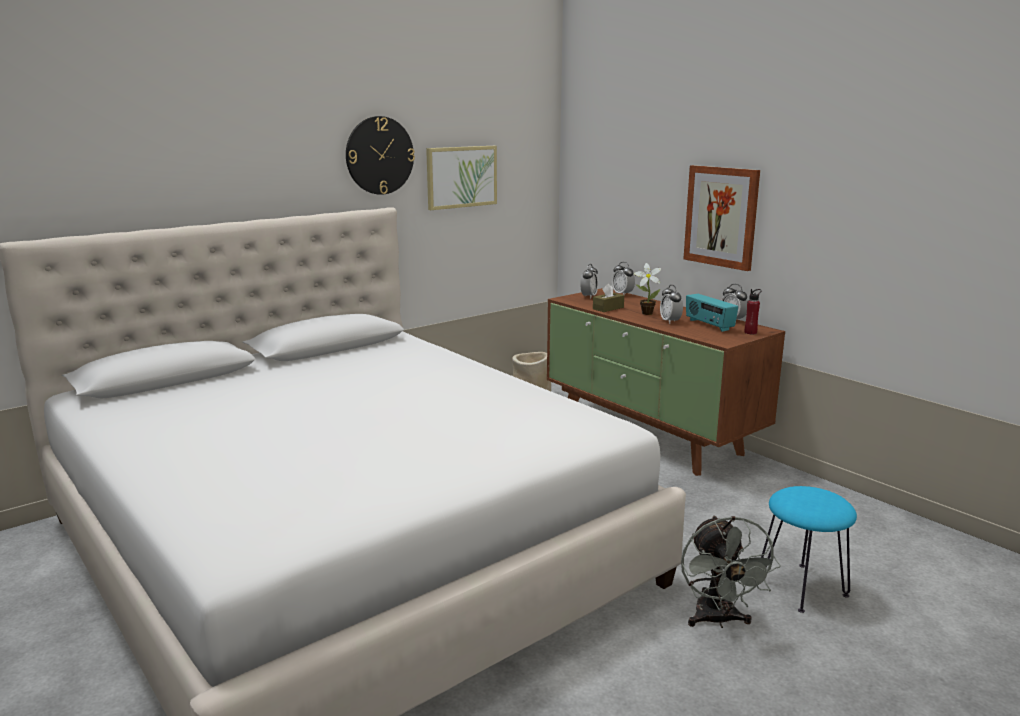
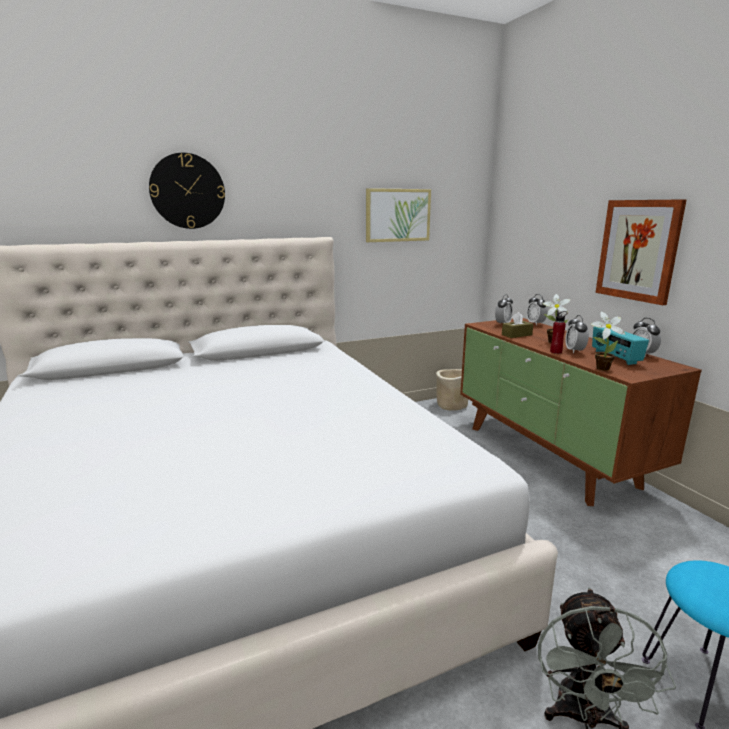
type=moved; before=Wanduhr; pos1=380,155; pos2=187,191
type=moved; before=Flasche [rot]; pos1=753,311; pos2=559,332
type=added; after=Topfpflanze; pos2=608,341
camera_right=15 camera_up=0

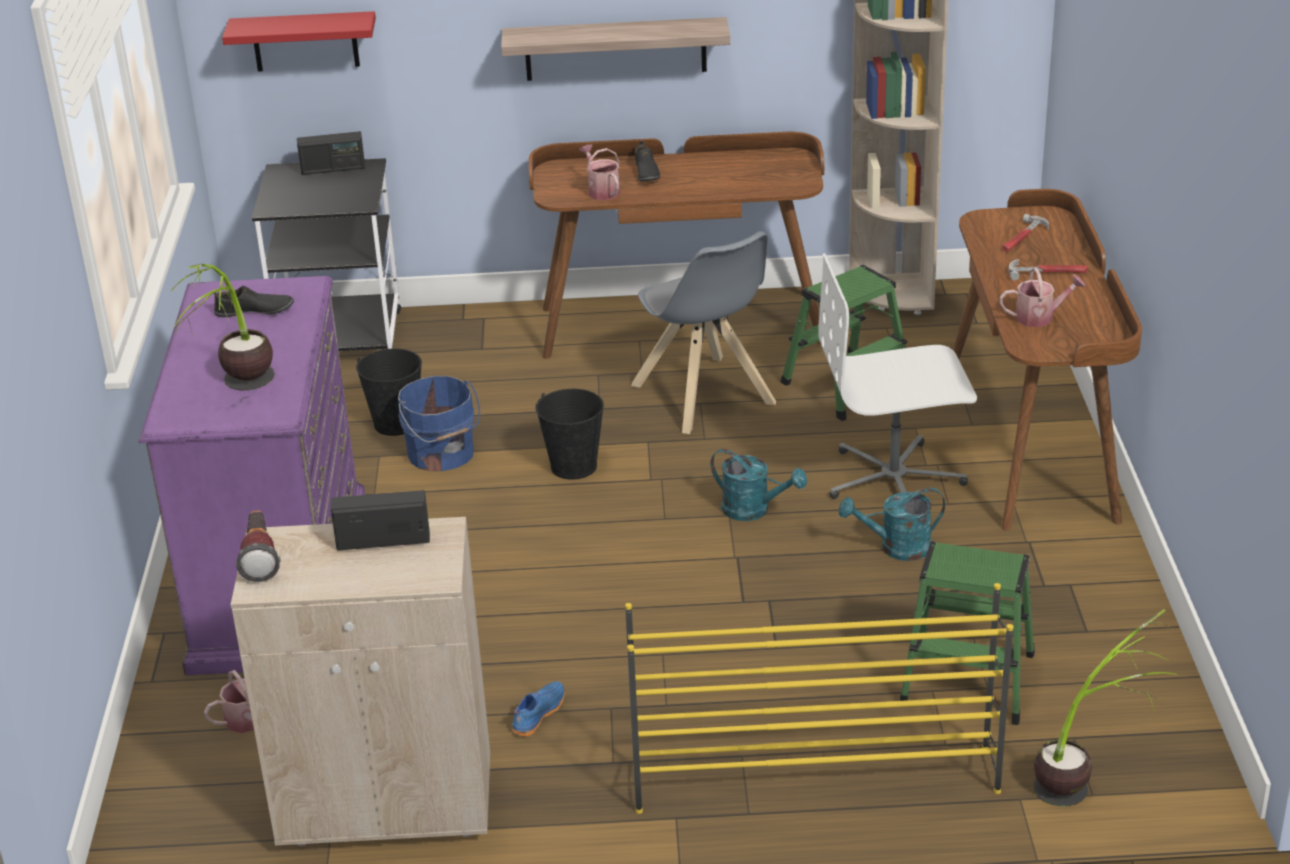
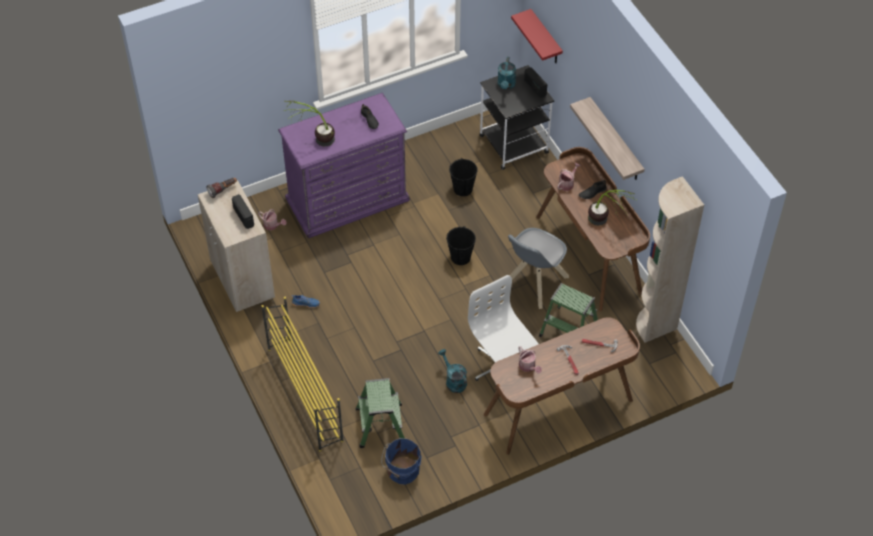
type=moved; before=Eimer [blau]; pos1=439,424; pos2=401,461
type=moved; before=Gießkanne [türkis]; pos1=758,485; pos2=506,73
type=moved; before=Topfpflanze; pos1=1105,708; pos2=612,208
camera_right=65 camera_up=20

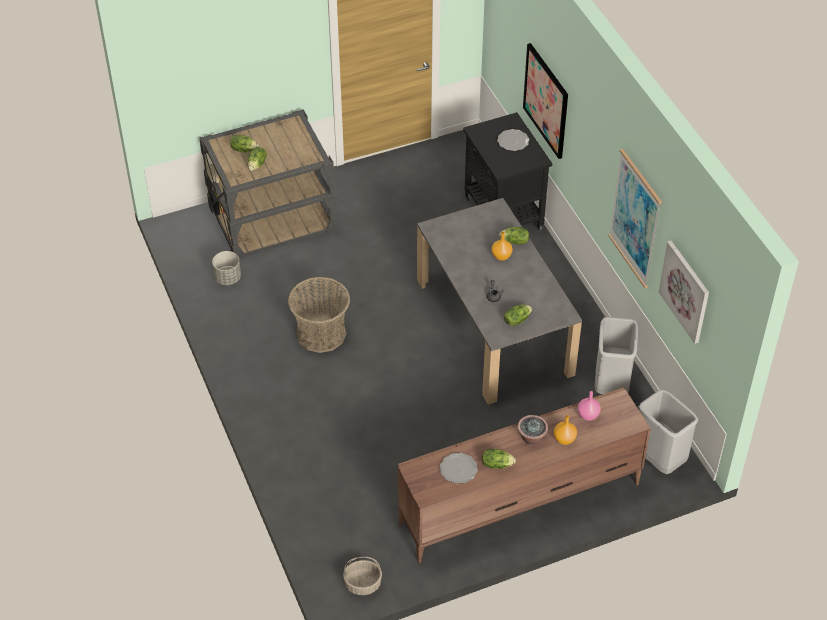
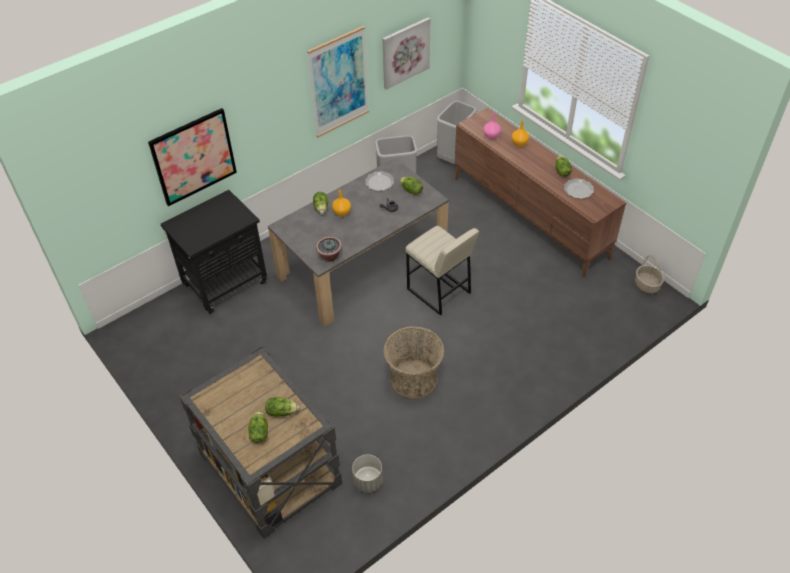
type=moved; before=Teller; pos1=513,140; pos2=379,181
type=moved; before=Topfpflanze; pos1=532,430; pos2=329,249
type=added; after=Stuhl [beige]; pos2=442,271
camera_right=-105 camera_up=0

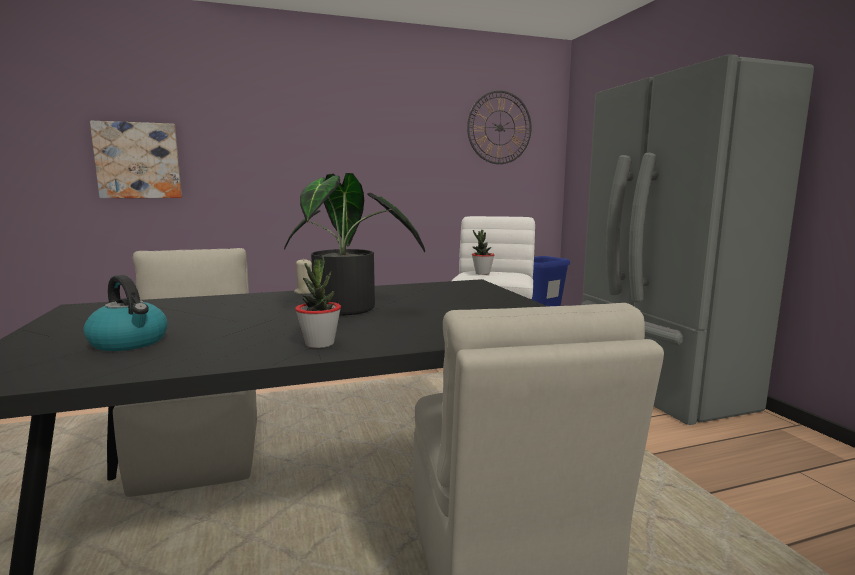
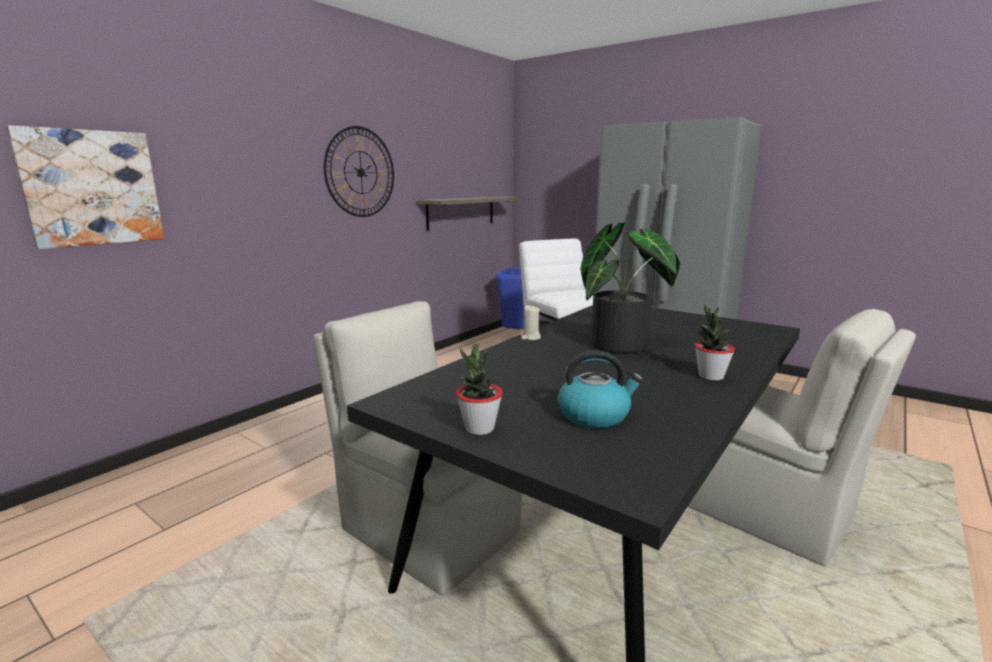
type=moved; before=Wanduhr; pos1=499,127; pos2=359,171
type=moved; before=Topfpflanze; pos1=483,252; pos2=479,389
type=added; after=Wandregal; pos2=469,214
camera_right=-35 camera_up=5

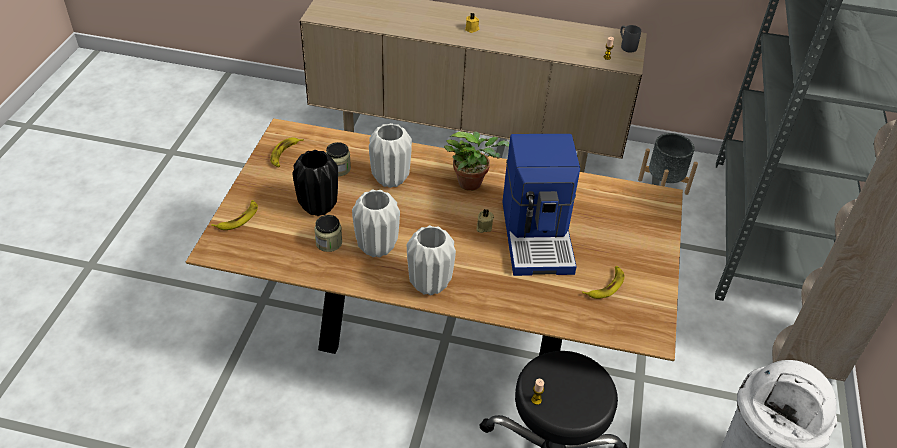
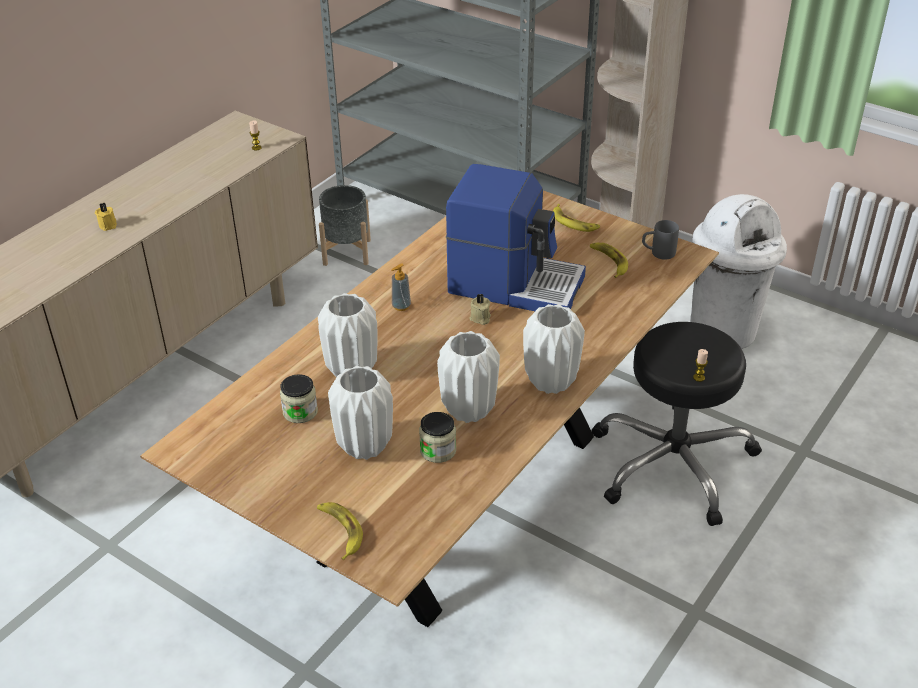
type=moved; before=Henkelbecher [grau]; pos1=630,39; pos2=660,240
type=replaced; before=Topfpflanze; after=Seifenspender; pos1=476,161; pos2=401,287
type=moved; before=Banane; pos1=287,152; pos2=576,218
type=recoloured; before=Vase [schwarz]; after=Vase [weiß]; pos1=315,183; pos2=360,413
camera_right=-65 camera_up=-5

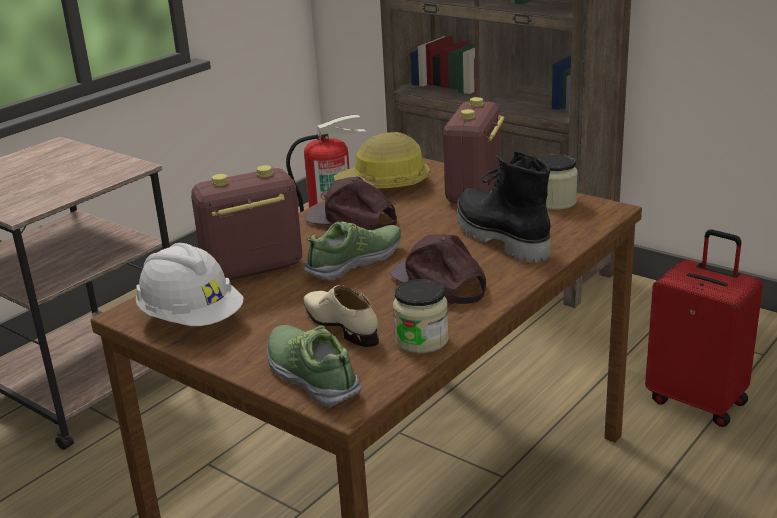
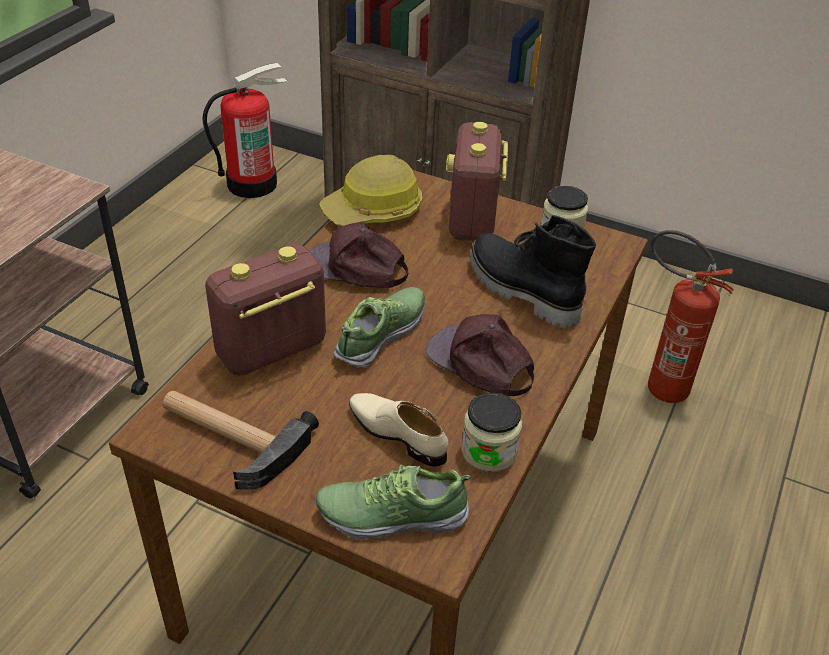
type=replaced; before=Koffer [rot]; after=Feuerlöscher; pos1=704,328; pos2=691,316
type=replaced; before=Schutzhelm [weiß]; after=Hammer; pos1=189,284; pos2=241,440
type=turned; before=Schuh; pos1=314,366; pos2=393,501; turn=-45
camera_right=-15 camera_up=15

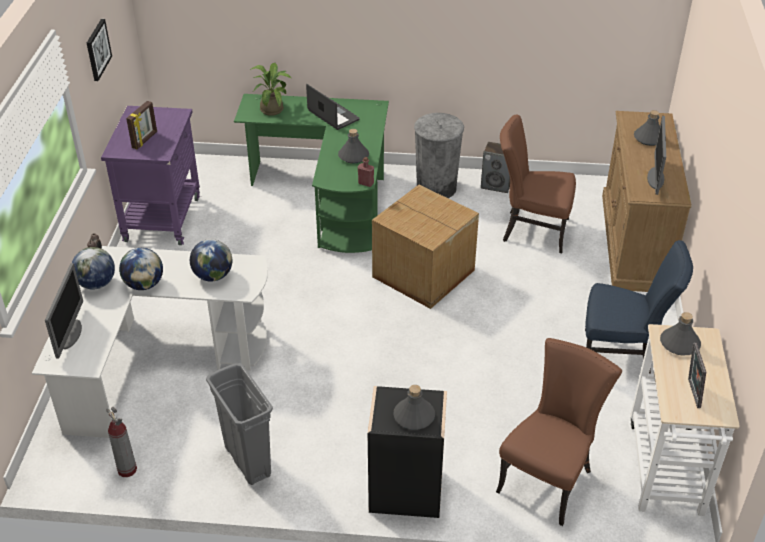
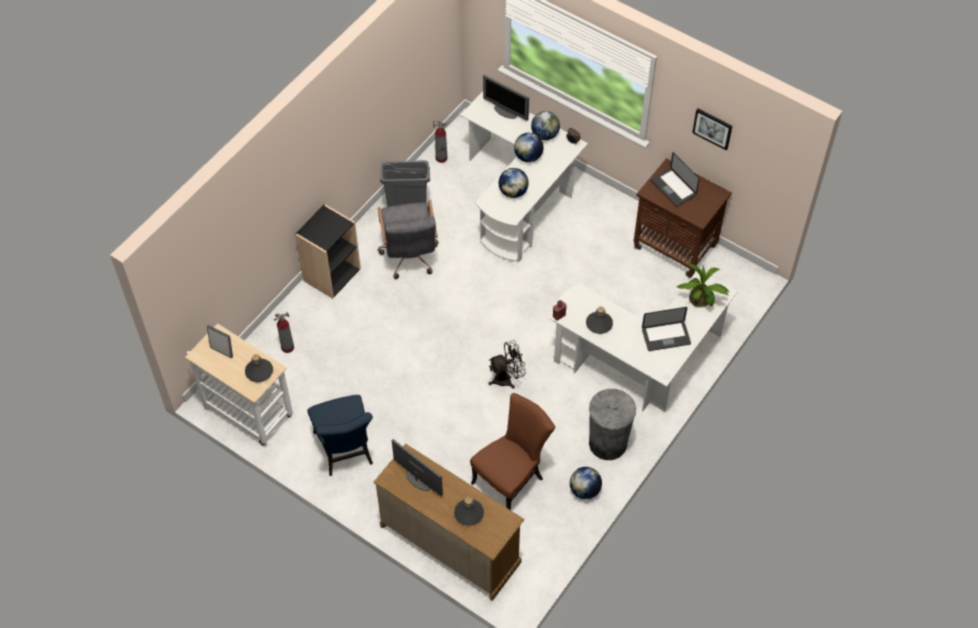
type=recoloured; before=Schreibtisch [grün]; after=Schreibtisch [weiß]; pos1=311,173; pos2=644,341
type=replaced; before=Bilderrahmen; after=Laptop; pos1=141,125; pos2=675,179
type=recoloured; before=Rollwagen [lila]; after=Rollwagen [braun]; pos1=151,175; pos2=683,218
type=replaced; before=Lautsprecher; after=Globus; pos1=495,167; pos2=586,483
type=replaced; before=Karton; after=Ventilator [schwarz]; pos1=425,247; pos2=507,364
type=turned; before=Stuhl [blau]; pos1=639,307; pos2=340,435; turn=-60
type=replaced; before=Stuhl [braun]; after=Feuerlöscher; pos1=559,432; pos2=284,332
type=removed; before=Flasche [grau]; pos1=414,407
type=added; after=Bürostuhl [grau]; pos2=408,239
camera_right=120 camera_up=15

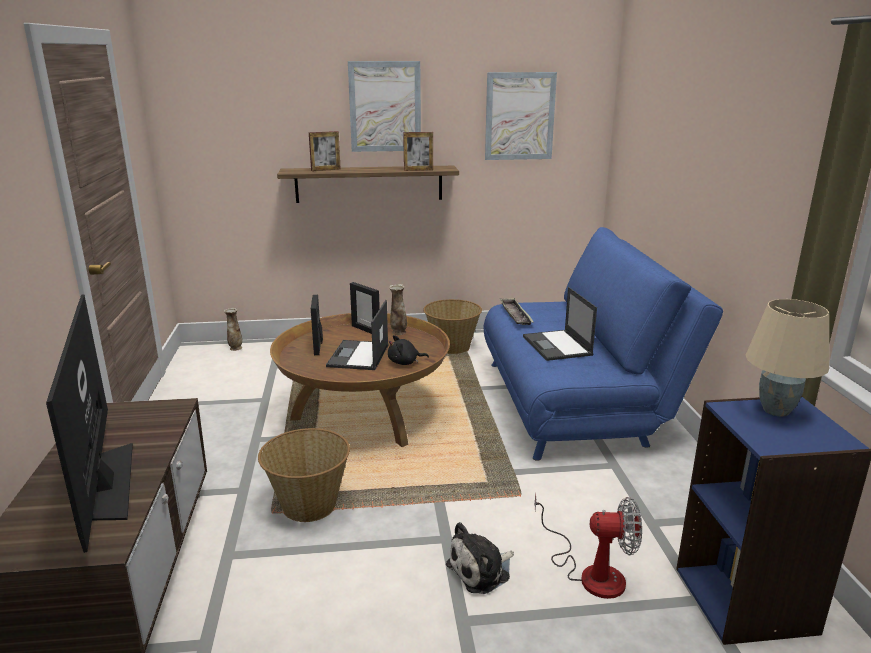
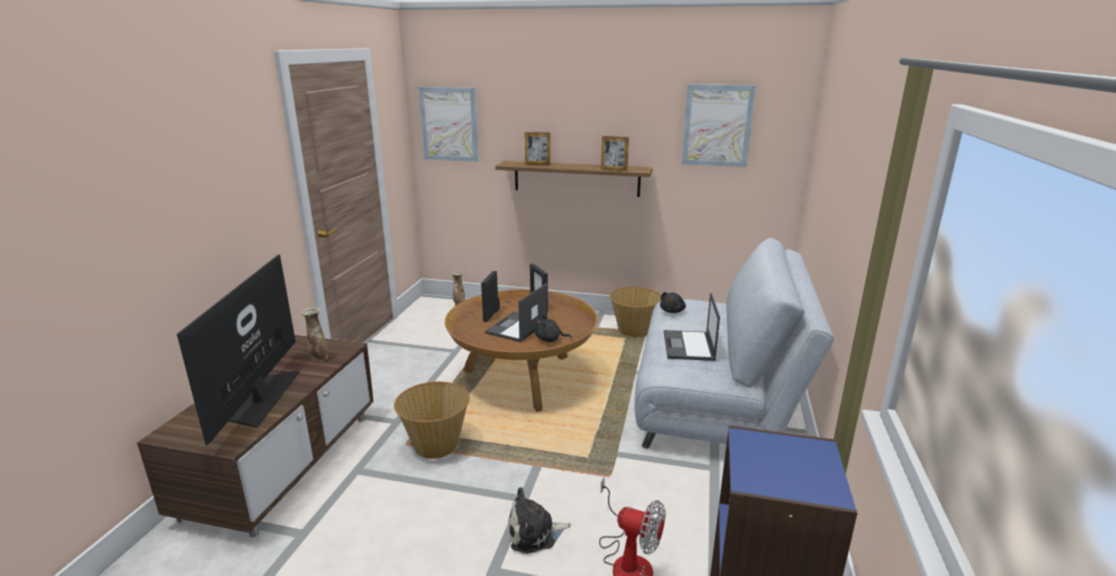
type=moved; before=Bild; pos1=384,106; pos2=448,124
type=recoloured; before=Sofa [blau]; after=Sofa [grau]; pos1=603,344; pos2=734,343
type=moved; before=Vase; pos1=398,309; pos2=314,335
type=replaced; before=Tablett; after=Plüschtier [schwarz]; pos1=516,311; pos2=673,302
type=removed; before=Tischlampe [beige]; pos1=787,357
camera_right=20 camera_up=0

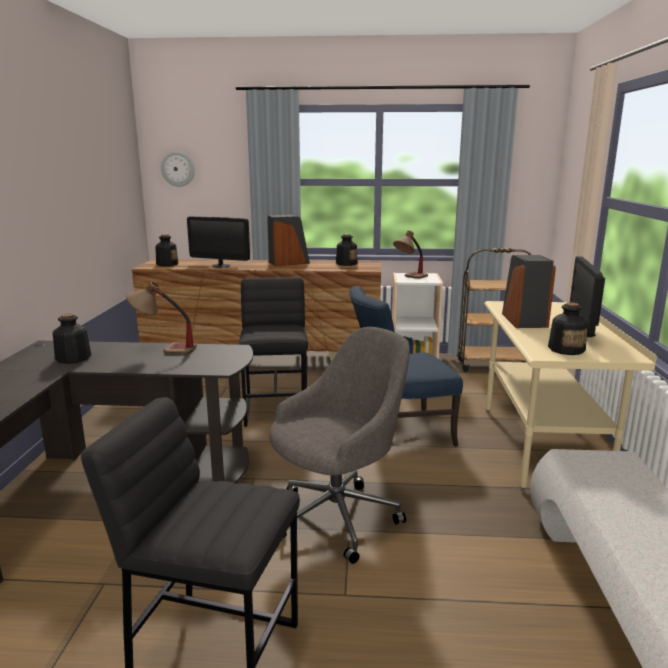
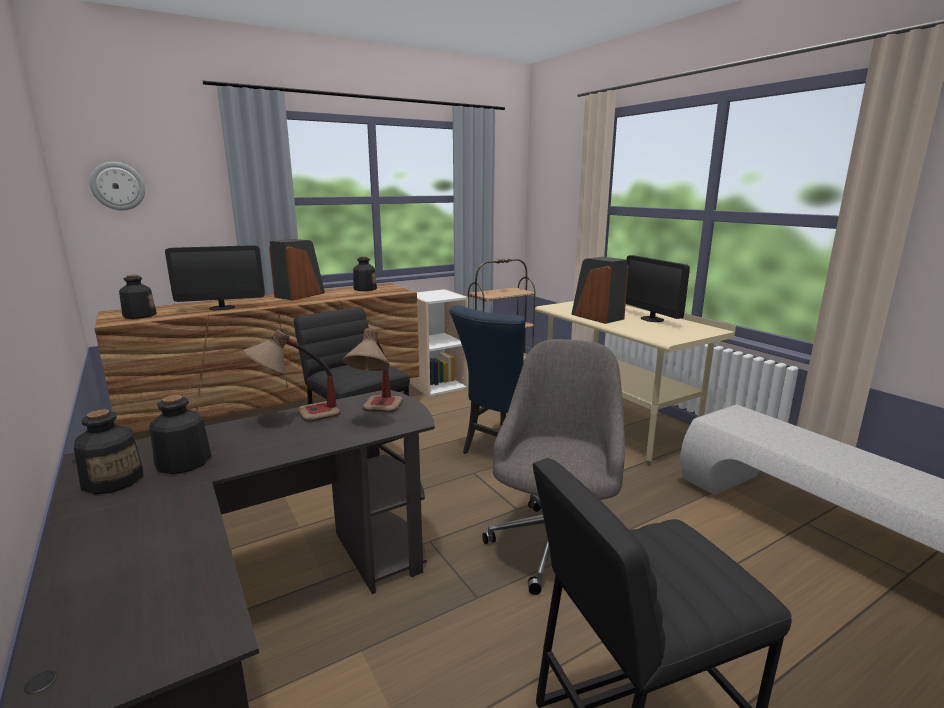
type=moved; before=Tischlampe; pos1=410,254; pos2=373,370
type=moved; before=Flasche; pos1=568,328; pos2=108,452
camera_right=-35 camera_up=0

